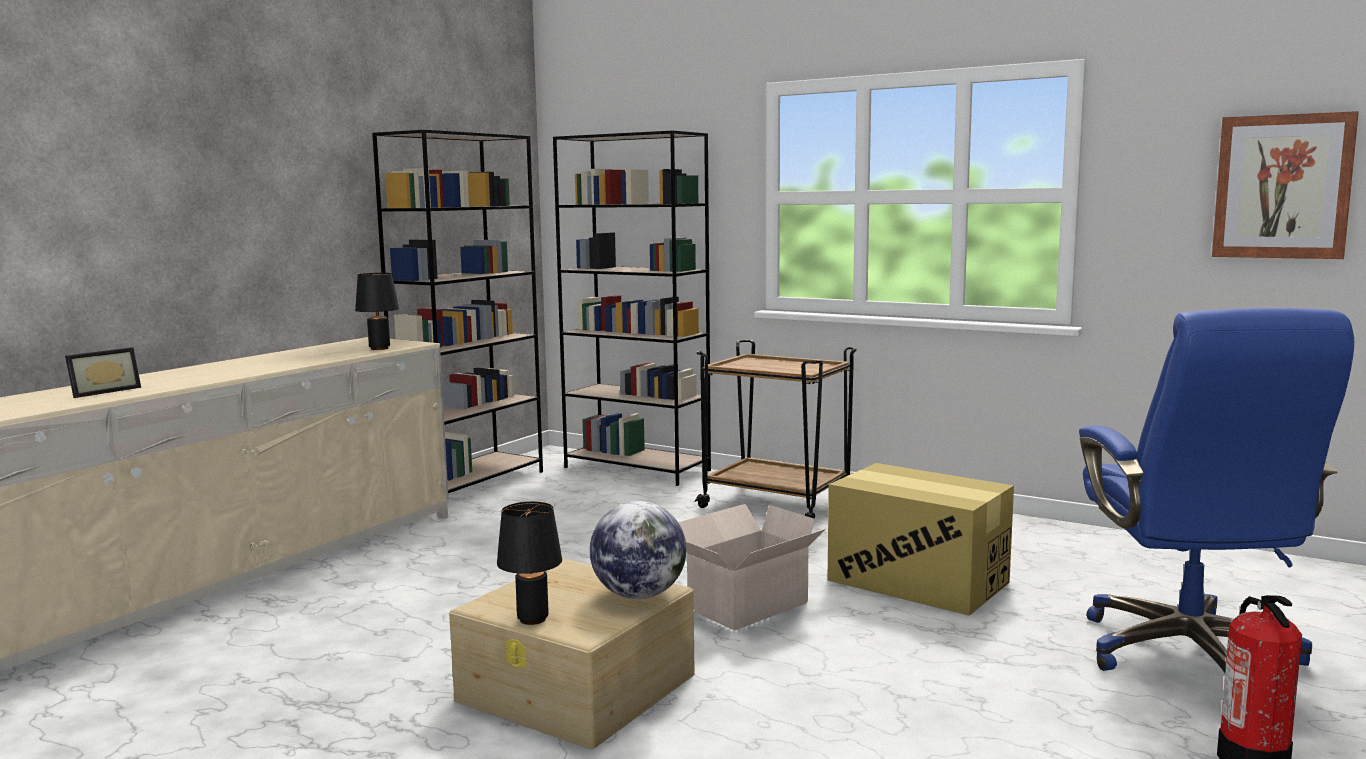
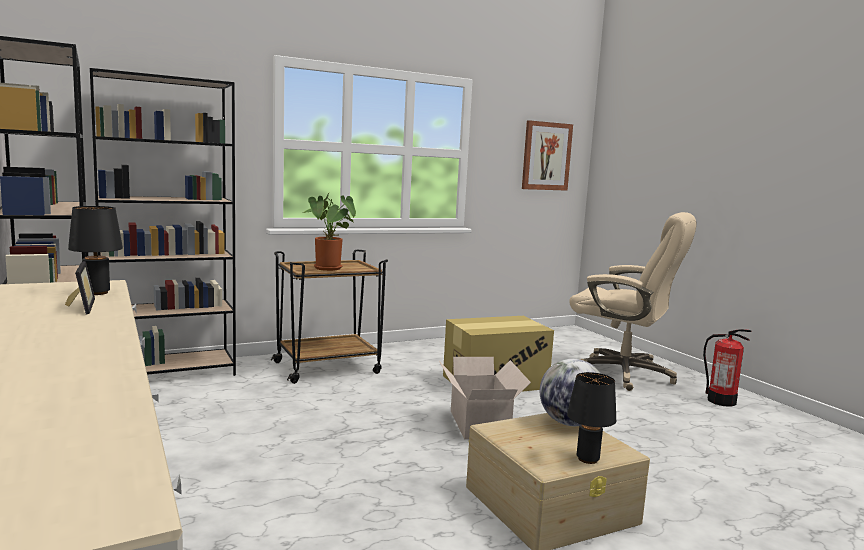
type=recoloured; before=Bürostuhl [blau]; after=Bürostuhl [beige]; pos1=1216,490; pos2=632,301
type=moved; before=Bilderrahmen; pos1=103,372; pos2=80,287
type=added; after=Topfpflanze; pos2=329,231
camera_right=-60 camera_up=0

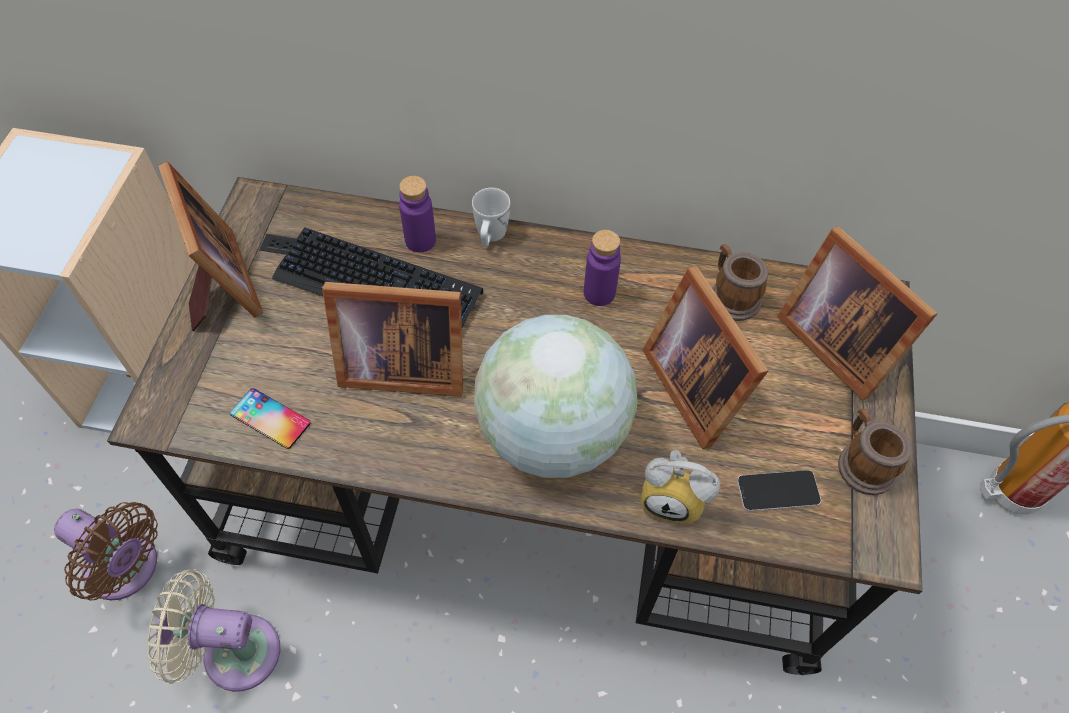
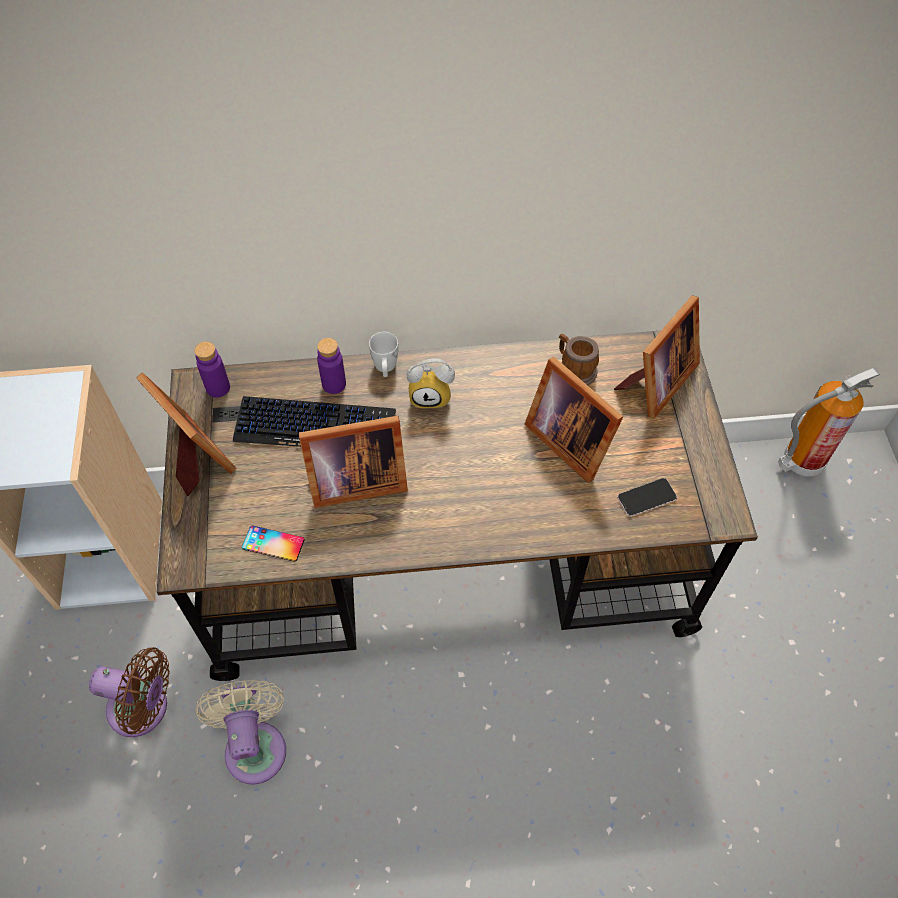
type=turned; before=Bilderrahmen; pos1=857,313; pos2=657,357; turn=-90
type=moved; before=Flasche [lila]; pos1=602,268; pos2=212,369
type=removed; before=Globus; pos1=555,396
type=removed; before=Henkelbecher; pos1=875,451
type=moved; before=Wecker; pos1=680,487; pos2=431,383
type=turned; before=Ventilator [beige]; pos1=213,630; pos2=241,732; turn=90
camera_right=-15 camera_up=0

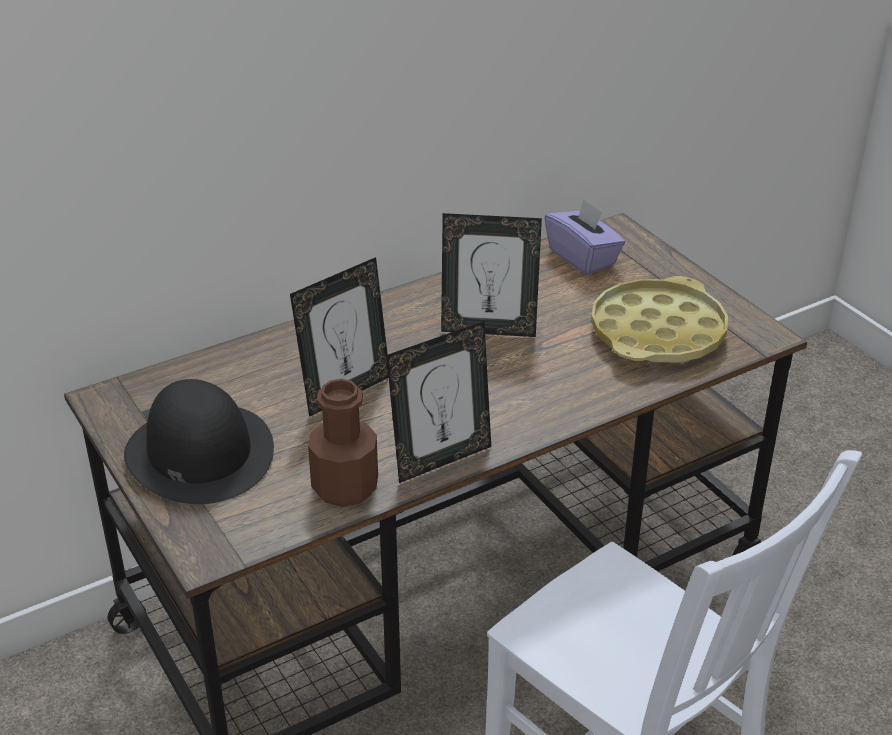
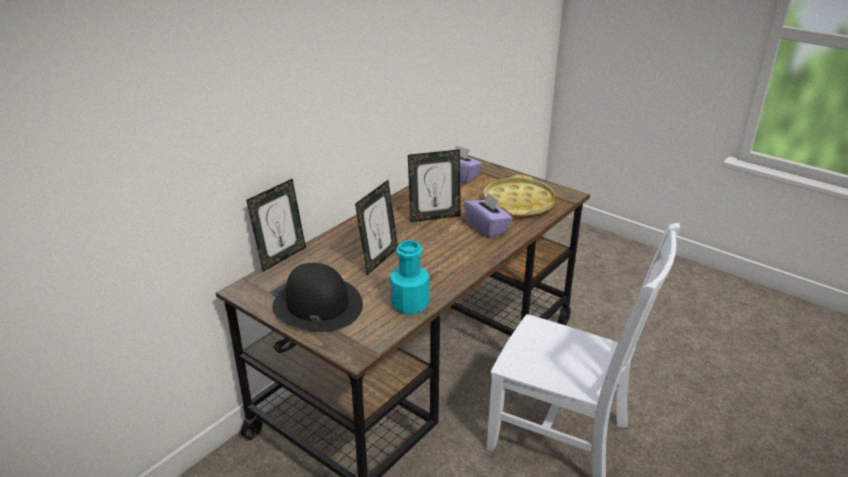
type=moved; before=Bilderrahmen; pos1=438,402; pos2=276,225
type=recoloured; before=Flasche [braun]; after=Flasche [türkis]; pos1=343,443; pos2=410,277
type=added; after=Taschentuchbox [lila]; pos2=488,215
camera_right=-20 camera_up=-5

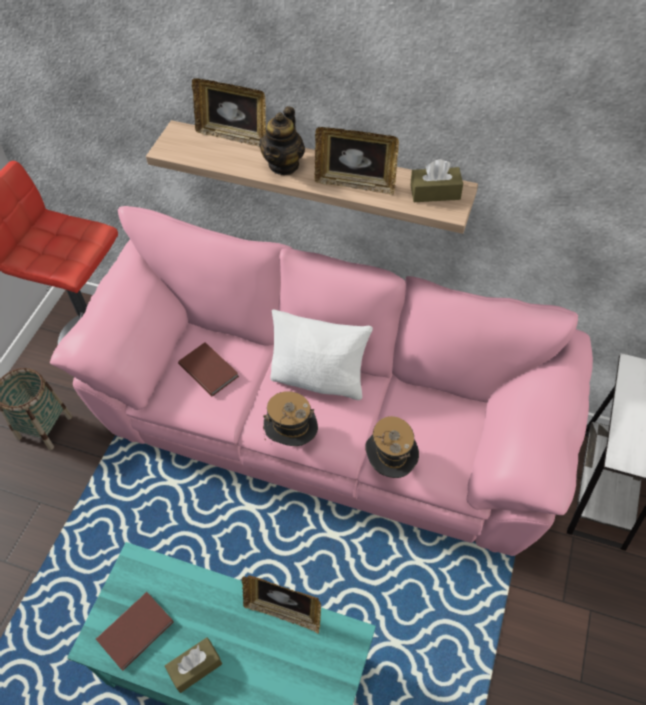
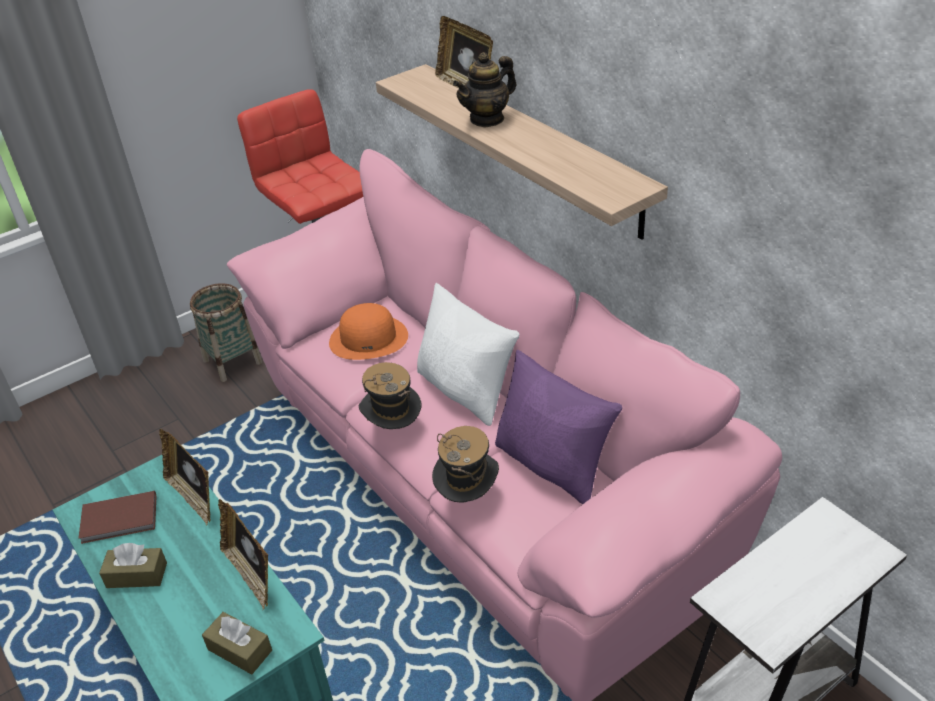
type=moved; before=Bilderrahmen; pos1=356,161; pos2=185,477
type=moved; before=Taschentuchbox [braun]; pos1=436,180; pos2=237,643
type=replaced; before=Buch [braun]; after=Hut [orange]; pos1=208,369; pos2=368,331
type=added; after=Kissen [lila]; pos2=559,427
camera_right=35 camera_up=-15

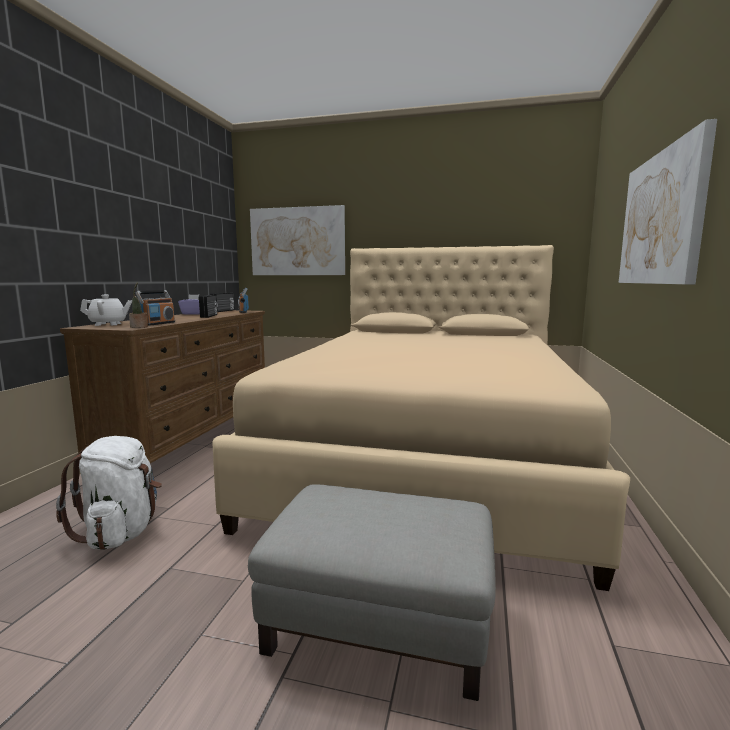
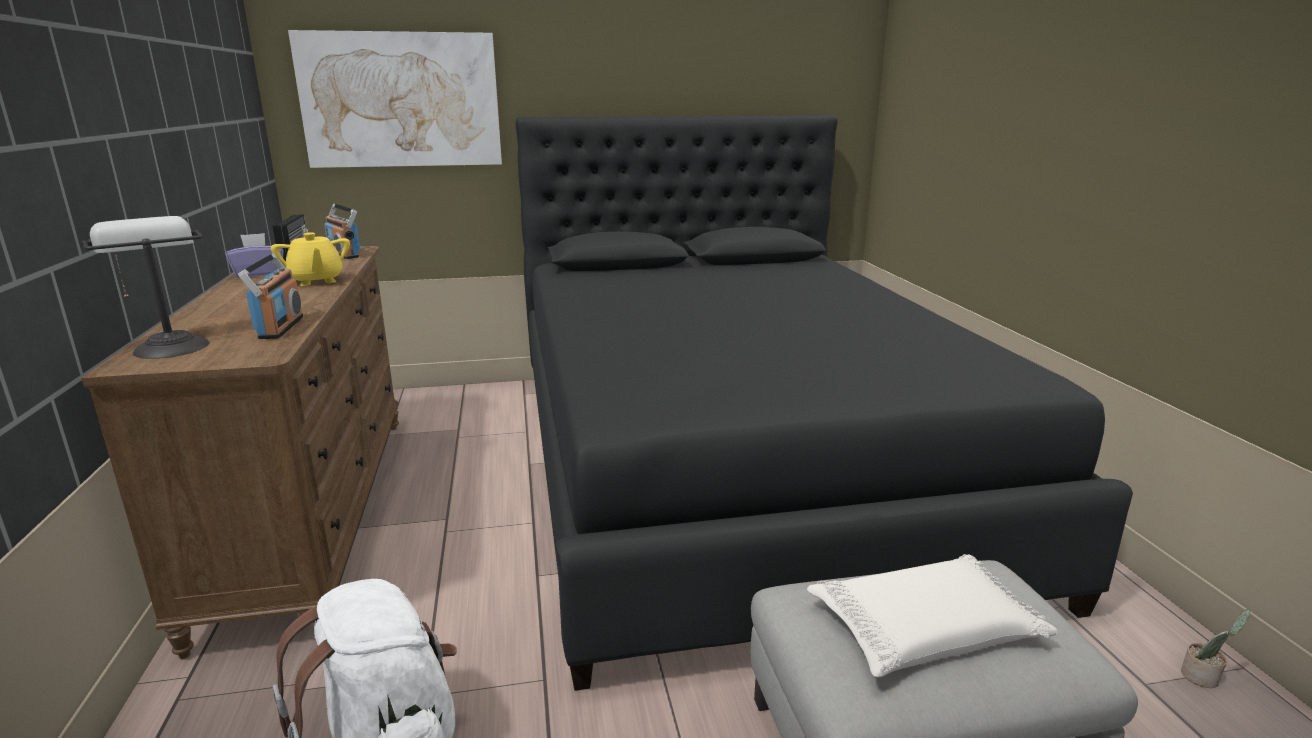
type=removed; before=Bild; pos1=668,201
type=recoloured; before=Bett [beige]; after=Bett [schwarz]; pos1=421,418; pos2=824,403
type=moved; before=Topfpflanze; pos1=138,305; pos2=1215,648
type=replaced; before=Teekanne [weiß]; after=Tischlampe; pos1=106,310; pos2=146,287
type=replaced; before=Radio; after=Teekanne [gelb]; pos1=208,306; pos2=310,259
type=added; after=Kissen [weiß]; pos2=932,615
camera_right=-25 camera_up=10

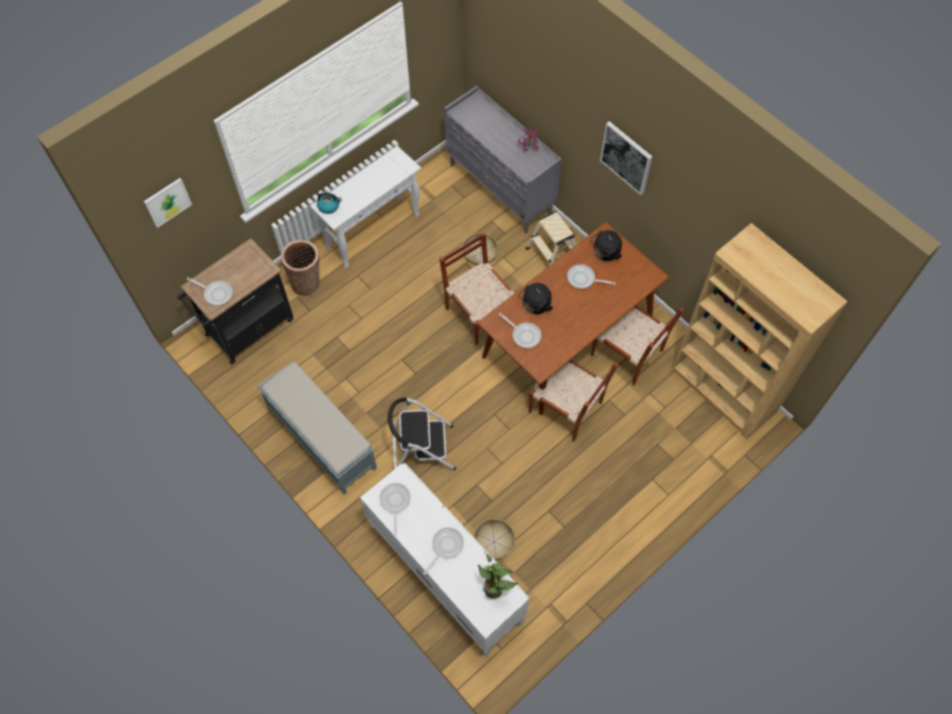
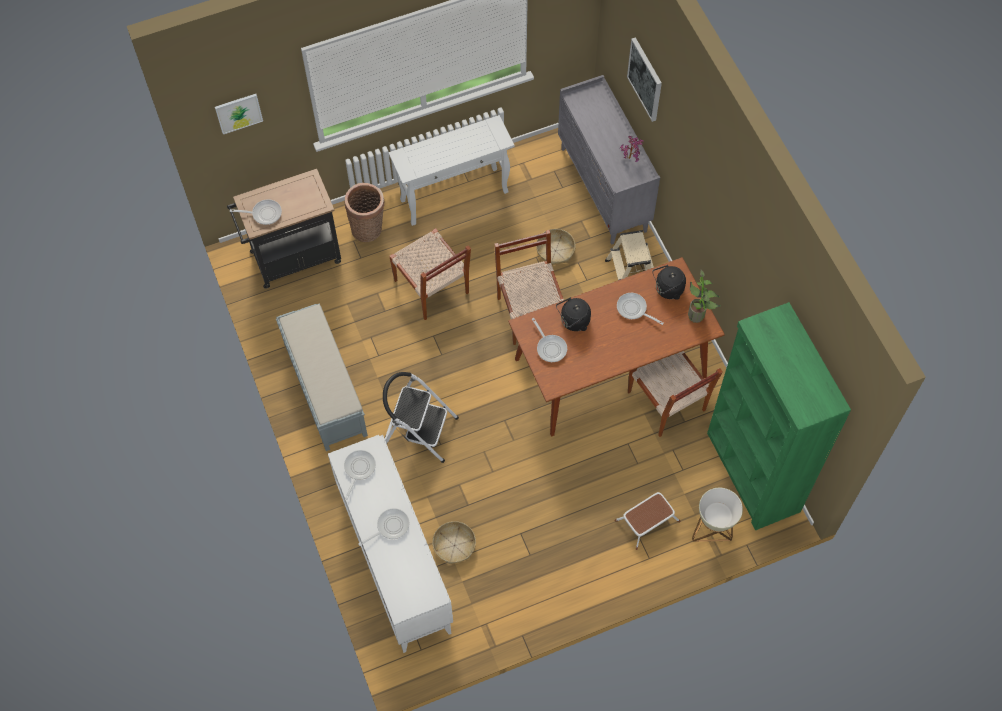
type=moved; before=Bild; pos1=626,158; pos2=644,79
type=removed; before=Wasserkessel; pos1=329,203
type=recoloured; before=Bücherregal [braun]; after=Bücherregal [grün]; pos1=760,331; pos2=779,416
type=turned; before=Pfanne; pos1=210,292; pos2=256,212; turn=-45
type=moved; before=Stuhl; pos1=574,400; pos2=430,274
type=moved; before=Topfpflanze; pos1=498,576; pos2=704,296
type=added; after=Pflanzkübel; pos2=717,515
type=added; after=Trittleiter [braun]; pos2=647,521
camera_right=20 camera_up=0

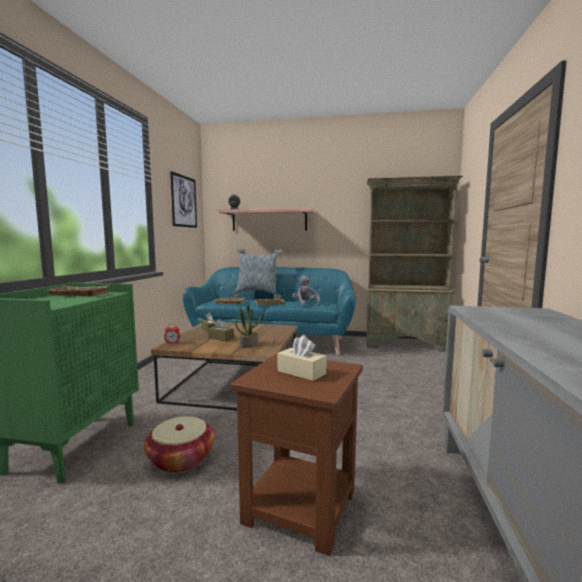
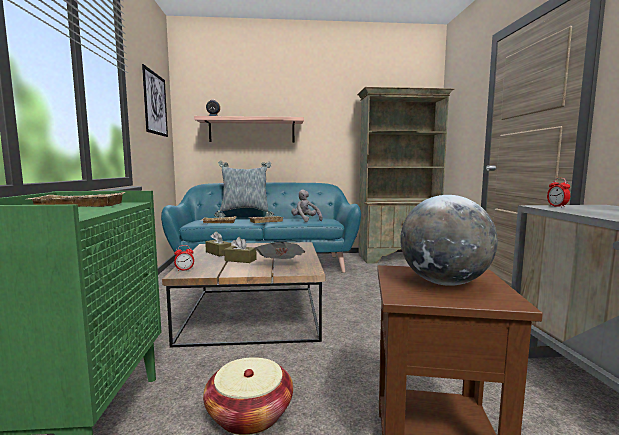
type=replaced; before=Topfpflanze; after=Zeitung; pos1=248,326; pos2=279,250
type=replaced; before=Taschentuchbox [beige]; after=Globus; pos1=302,358; pos2=449,240
type=added; after=Wecker; pos2=558,192
camera_right=-15 camera_up=0

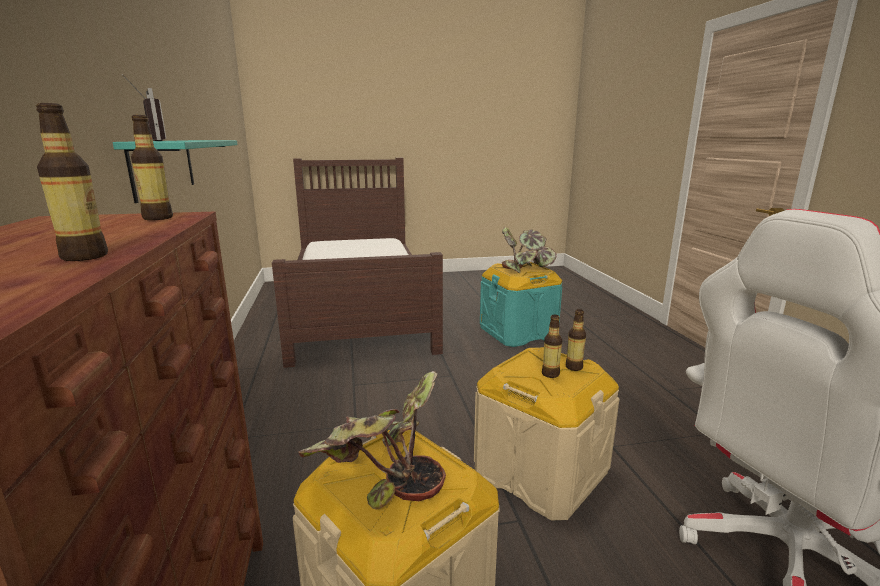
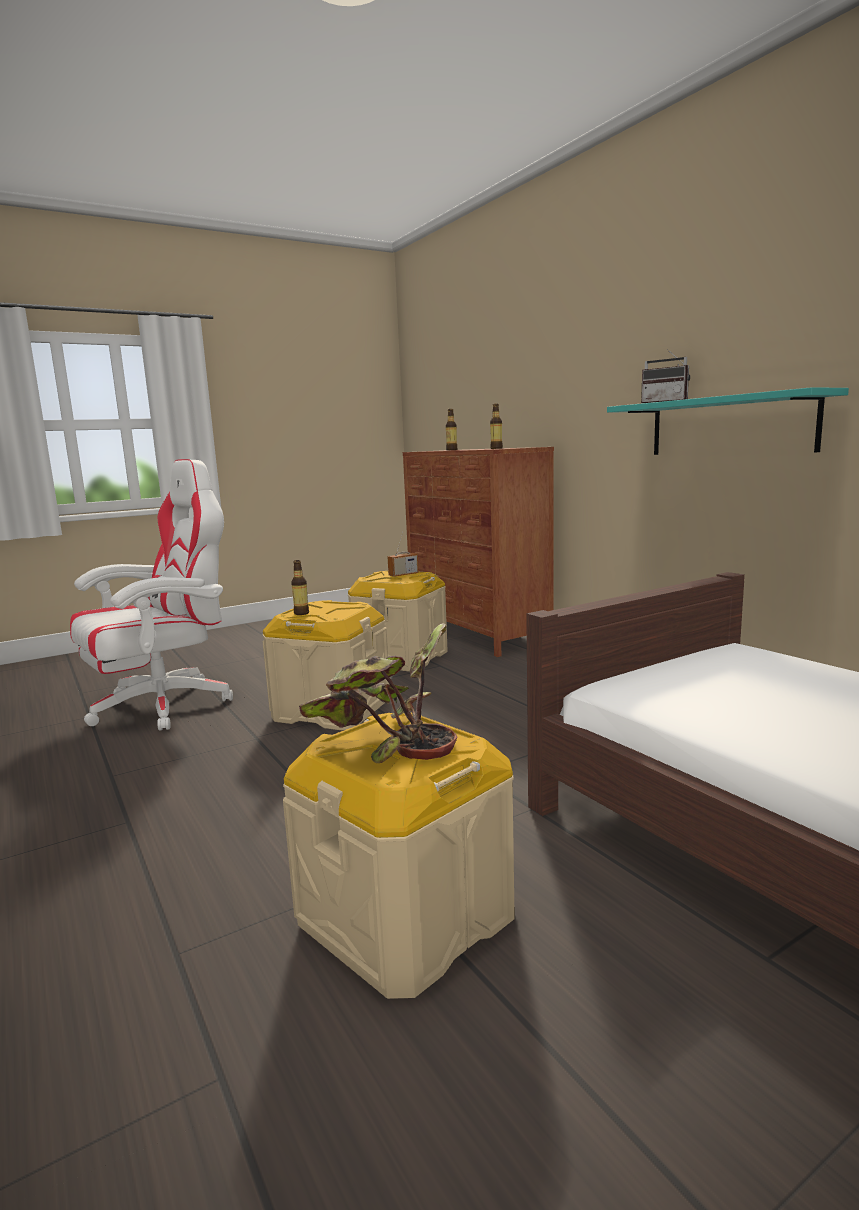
type=recoloured; before=Aufbewahrungsbox [türkis]; after=Aufbewahrungsbox [beige]; pos1=521,304; pos2=399,856
type=removed; before=Flasche; pos1=552,346
type=replaced; before=Topfpflanze; after=Radio; pos1=372,440; pos2=403,554
camera_right=160 camera_up=-5

